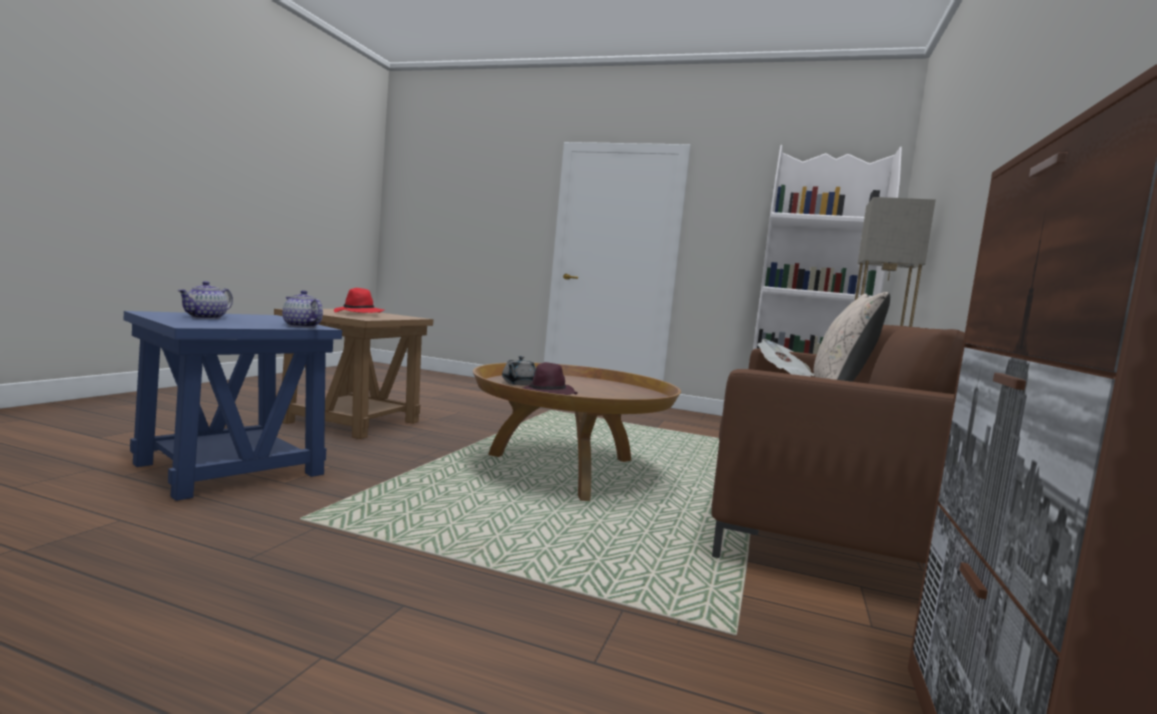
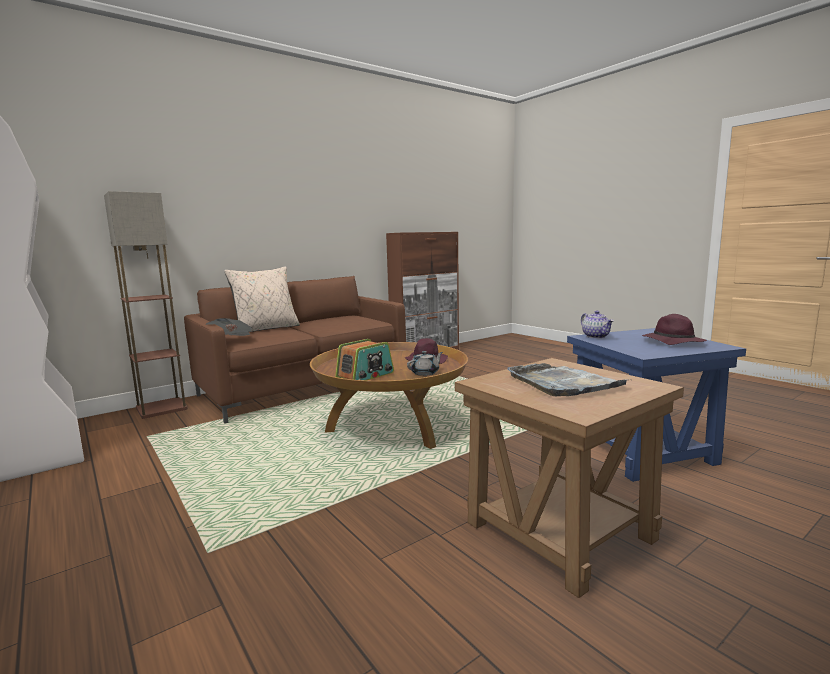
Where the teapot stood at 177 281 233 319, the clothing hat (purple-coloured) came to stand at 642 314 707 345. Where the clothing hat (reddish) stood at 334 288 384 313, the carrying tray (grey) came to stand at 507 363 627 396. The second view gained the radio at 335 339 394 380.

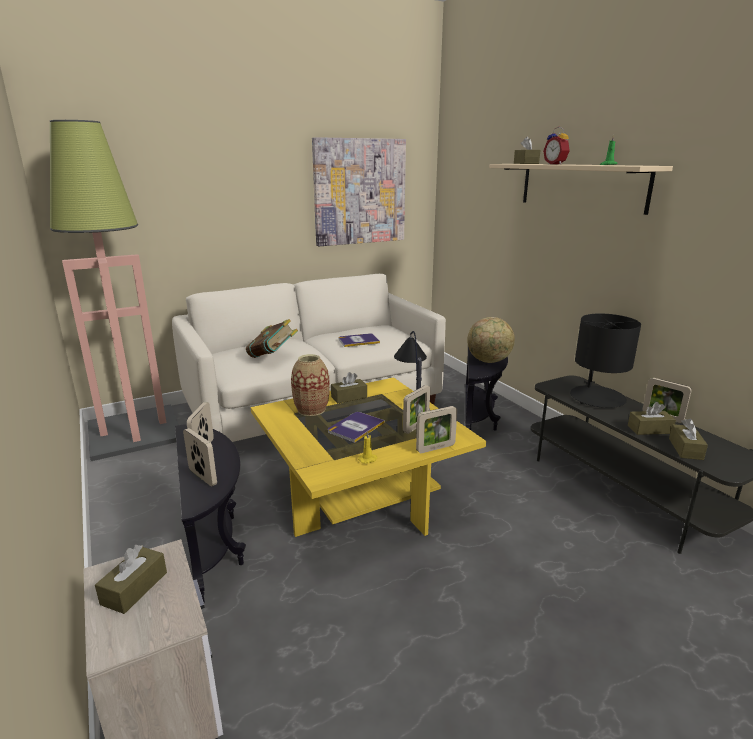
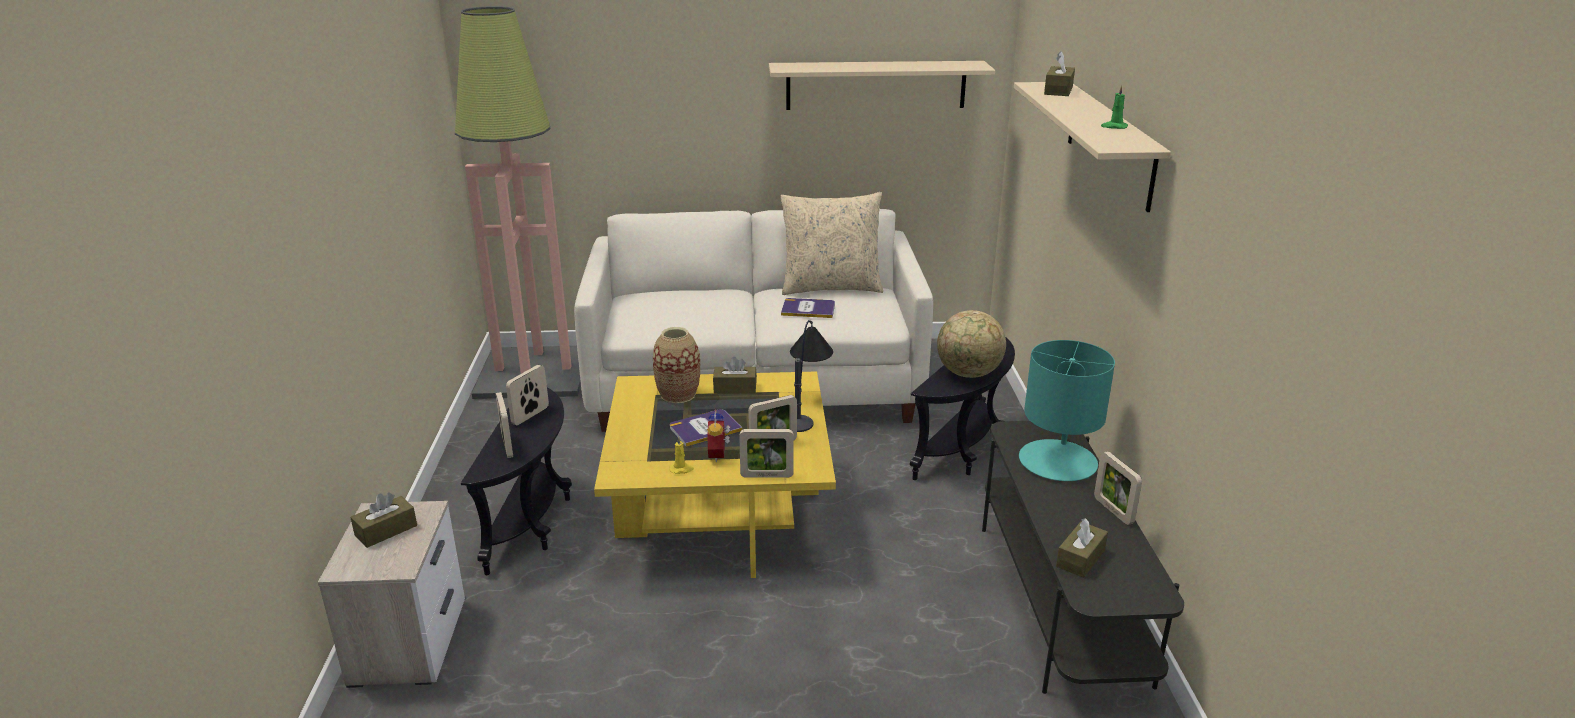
The second view lost the volume at 246 319 298 358. Where the wall picture hung at 312 137 406 246, the shelf (beige-coloured) came to hang at 769 61 995 110. The table clock ended up elsewhere, having gone from 543 127 570 164 to 707 409 730 462. What was the table lamp (black) at 570 313 641 408 turned into the table lamp (turquoise-coloured) at 1019 340 1115 481. The second view lost the tissue holder (brown-coloured) at 628 402 676 435. The second view gained the throw pillow (beige-coloured) at 780 192 883 295.

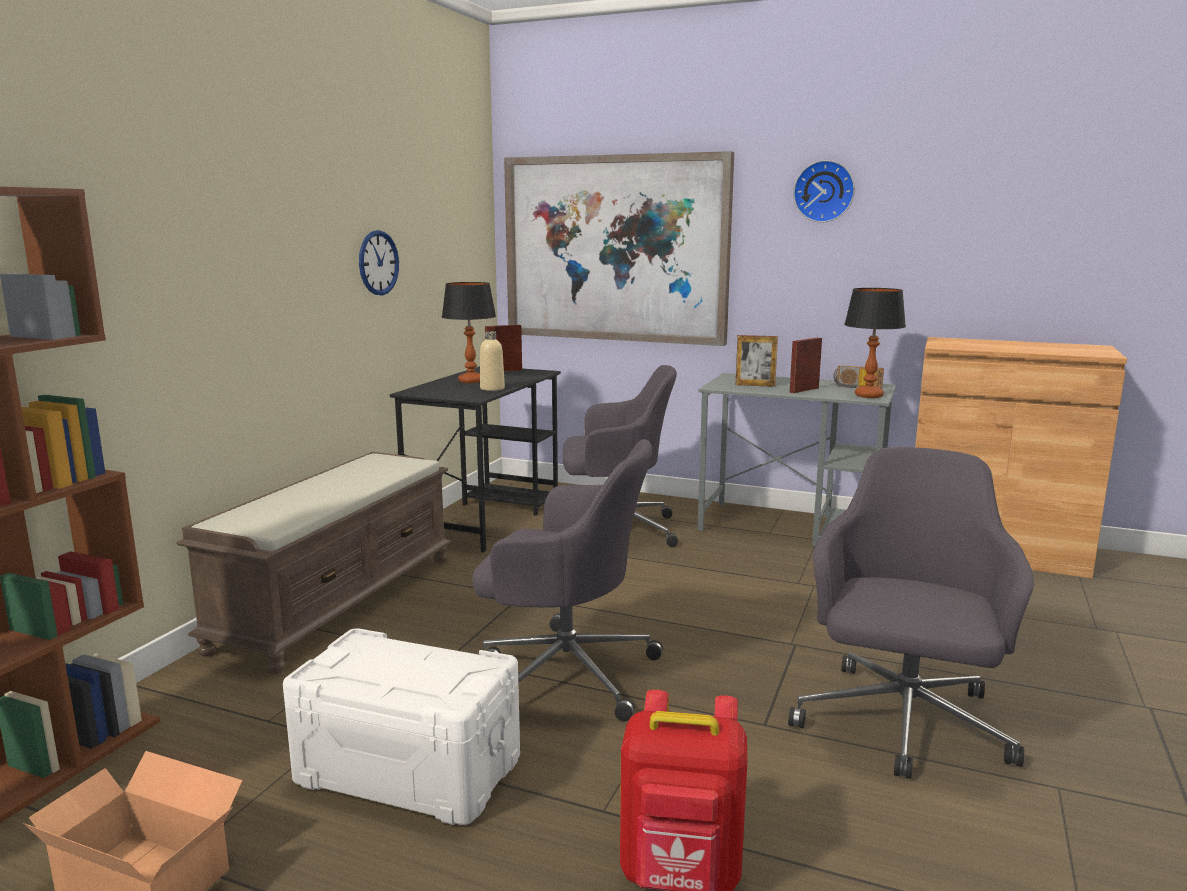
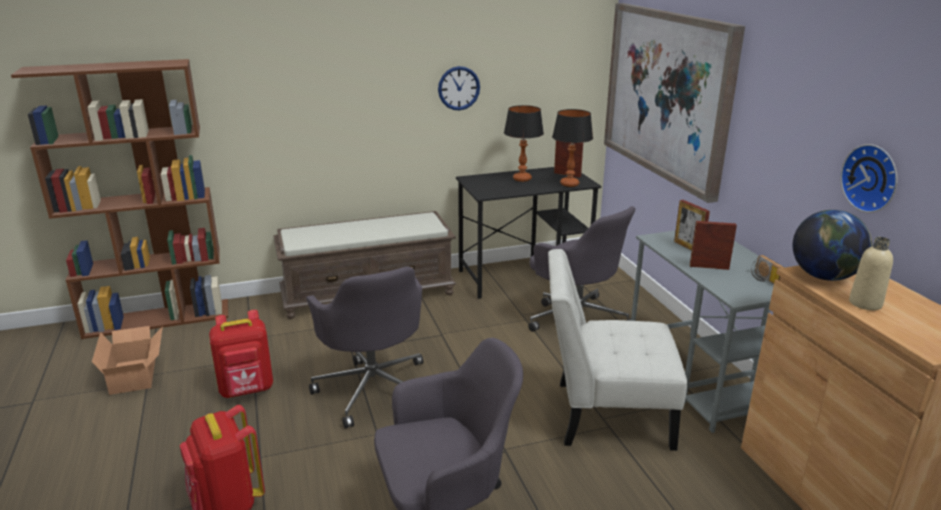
Where the storage bin (white-coloured) stood at 283 628 520 825, the backpack (reddish) came to stand at 209 310 273 398. The beverage bottle (beige-coloured) ended up elsewhere, having gone from 480 331 505 391 to 849 237 893 310. The clock on the wall ended up elsewhere, having gone from 793 160 855 223 to 840 144 897 213. The table lamp ended up elsewhere, having gone from 844 288 906 398 to 552 109 593 187. The second view gained the chair (white-coloured) at 548 249 687 451. The second view gained the world globe at 793 210 872 281.

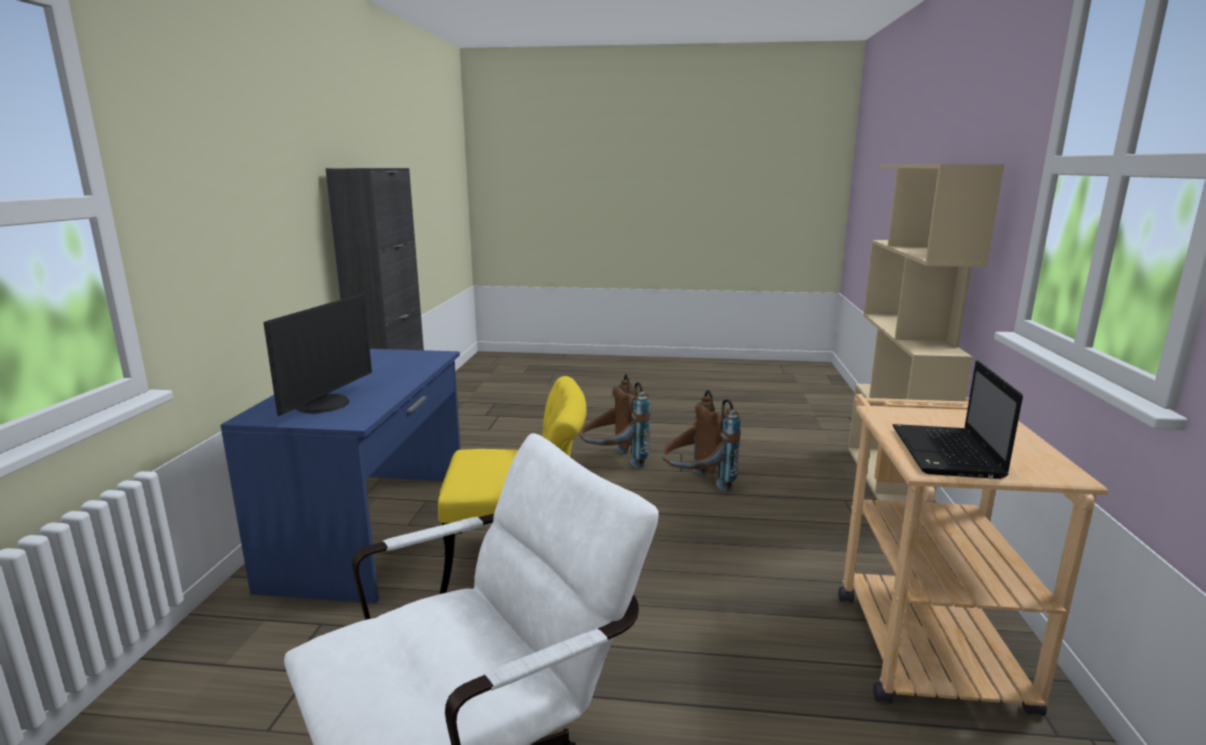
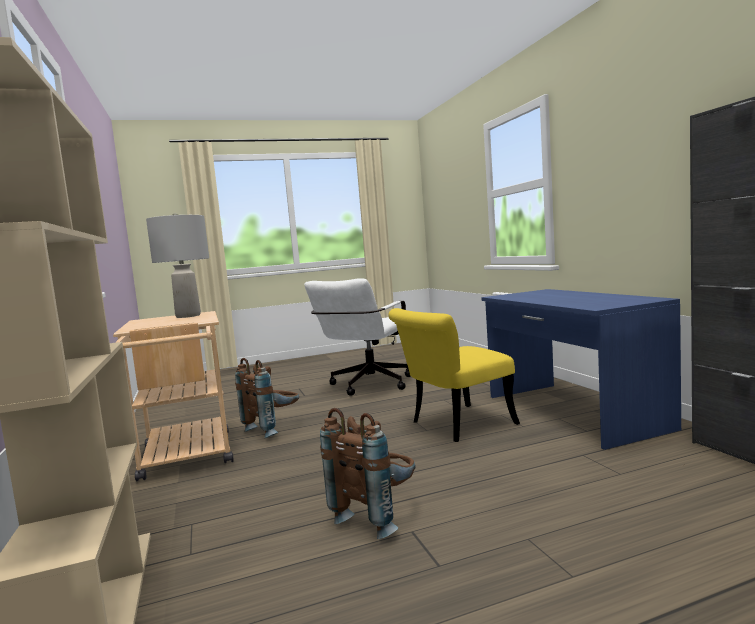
The second view lost the monitor at 263 294 372 416. The backpack (brown-coloured) ended up elsewhere, having gone from 579 374 651 469 to 235 358 299 439. Where the notebook computer stood at 893 360 1023 479, the table lamp (grey) came to stand at 146 213 209 318.

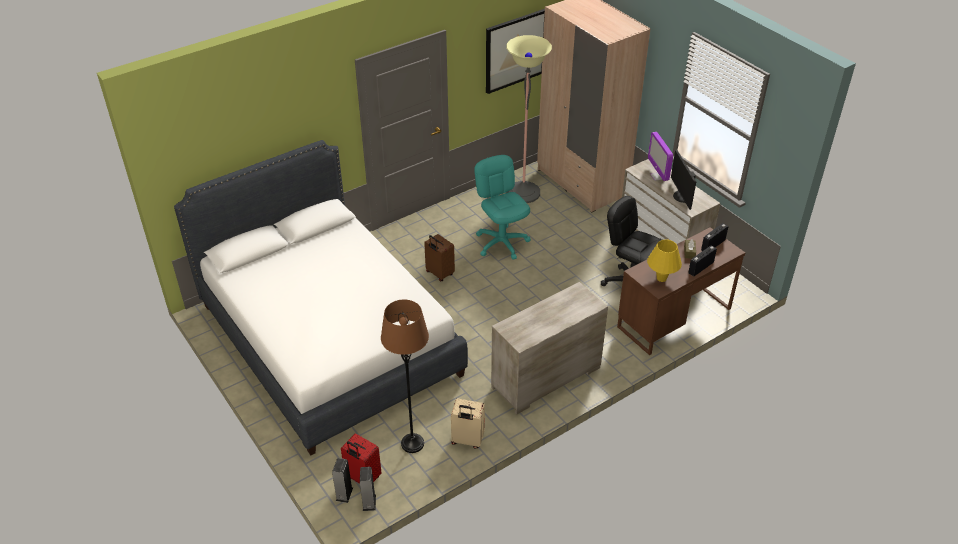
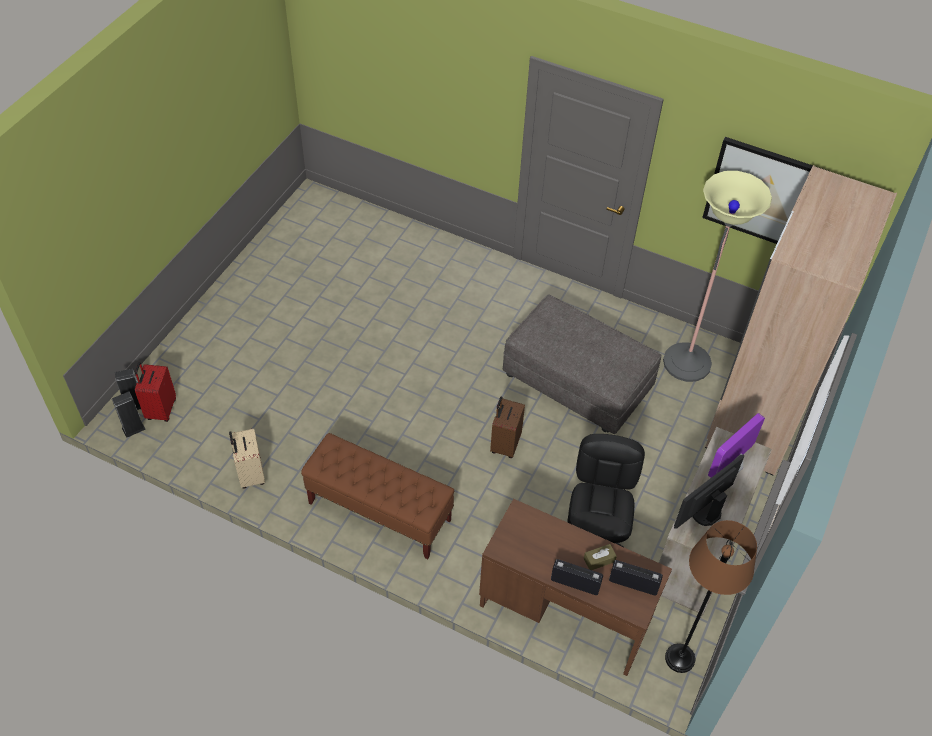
The second view lost the bedroom bed (white-coloured) at 174 140 468 455. The standard lamp (brown-coloured) ended up elsewhere, having gone from 381 299 429 453 to 665 520 757 673. The piece of luggage (brown-coloured) ended up elsewhere, having gone from 424 234 455 281 to 490 396 525 458. Where the office chair (turquoise-coloured) stood at 474 155 531 260, the ottoman (grey) came to stand at 503 294 661 434. Where the chest of drawers (beige-coloured) stood at 491 282 608 414, the indoor bench (brown-coloured) came to stand at 301 433 454 559. The second view lost the table lamp (yellow-coloured) at 647 239 682 282.

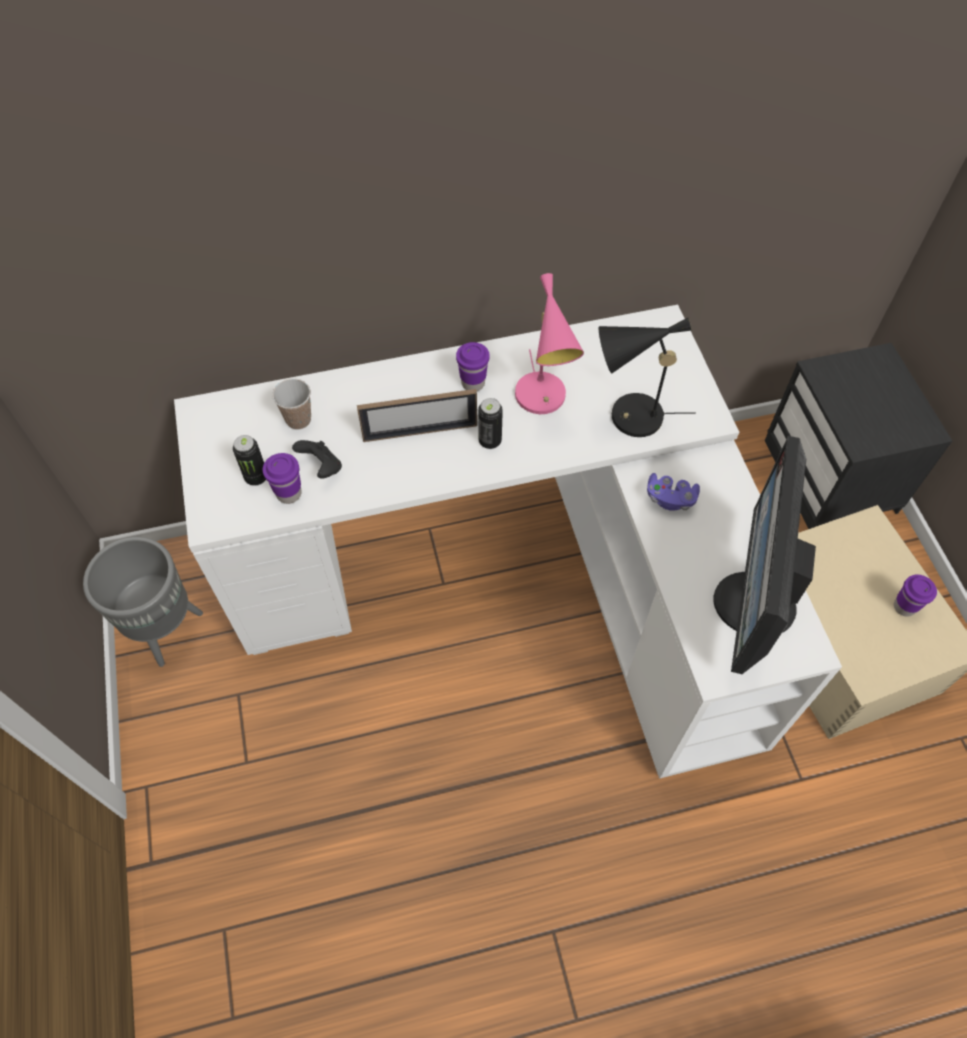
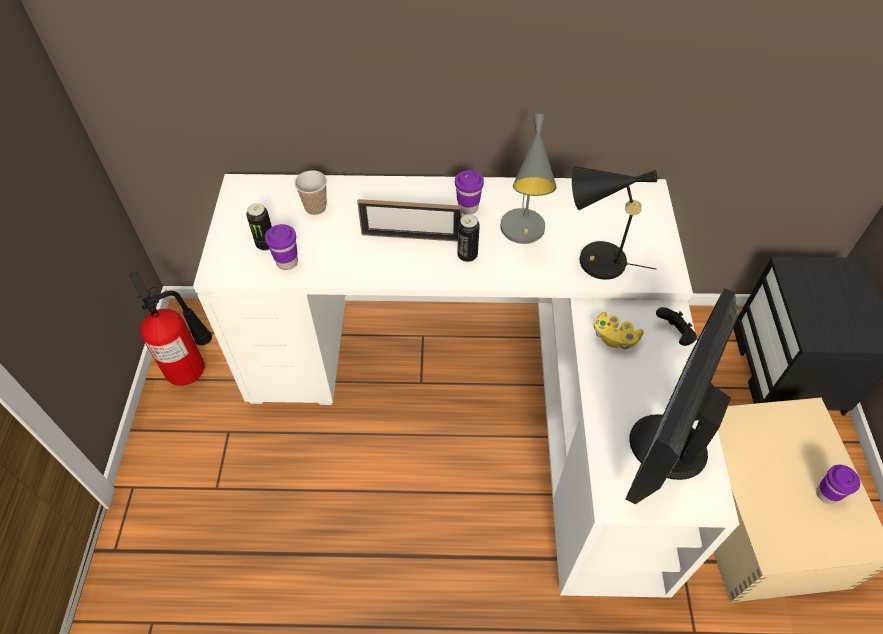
Where the plant pot (grey) stood at 83 537 203 667, the fire extinguisher came to stand at 130 272 212 386. The gamepad (black) ended up elsewhere, having gone from 292 440 342 478 to 656 307 697 346. What was the table lamp (pinkish) at 515 273 584 414 turned into the table lamp (grey) at 500 114 557 244. What was the gamepad (purple-coloured) at 647 473 700 511 turned into the gamepad (yellow-coloured) at 594 312 644 349.

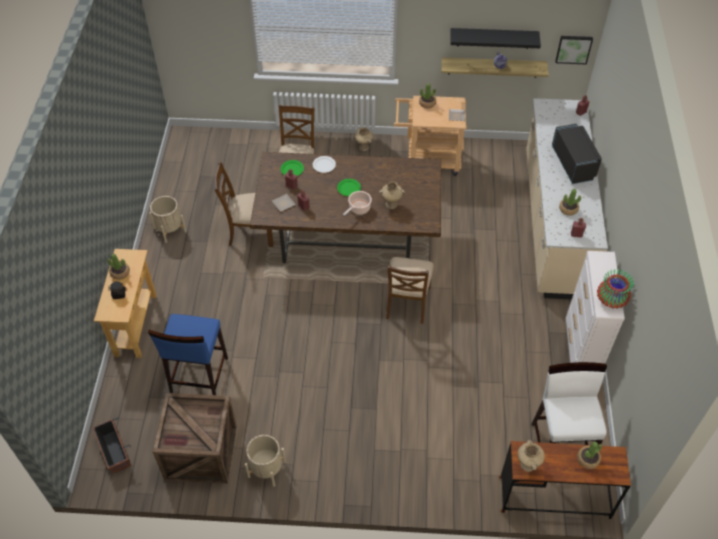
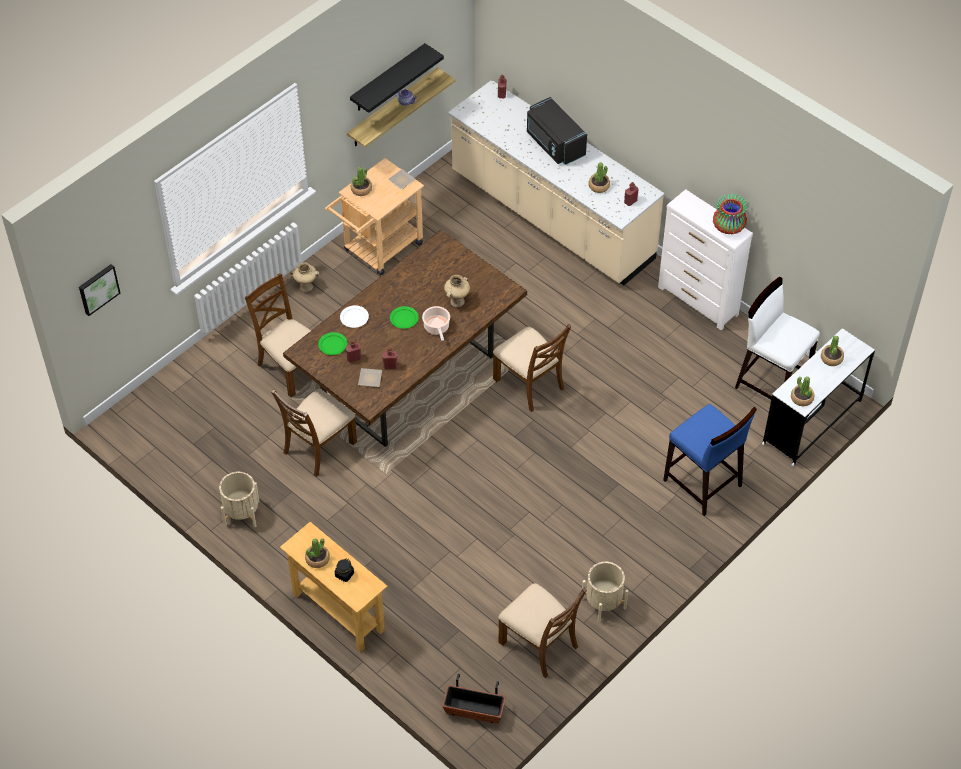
The stool (bluish) ended up elsewhere, having gone from 148 314 228 395 to 663 404 757 516. Where the crate stood at 153 393 237 484, the chair (brown-coloured) came to stand at 498 583 587 678. What was the desk table (brown-coloured) at 499 441 631 519 turned into the desk table (white-coloured) at 762 328 875 467. Where the decorative vase (beige-coloured) stood at 518 440 545 472, the plant in a pot came to stand at 791 376 814 406. The microwave oven (black) at 552 124 602 184 ended up facing another way, 150 degrees counterclockwise from before. The wall picture ended up elsewhere, having gone from 555 36 593 64 to 79 264 120 316.

